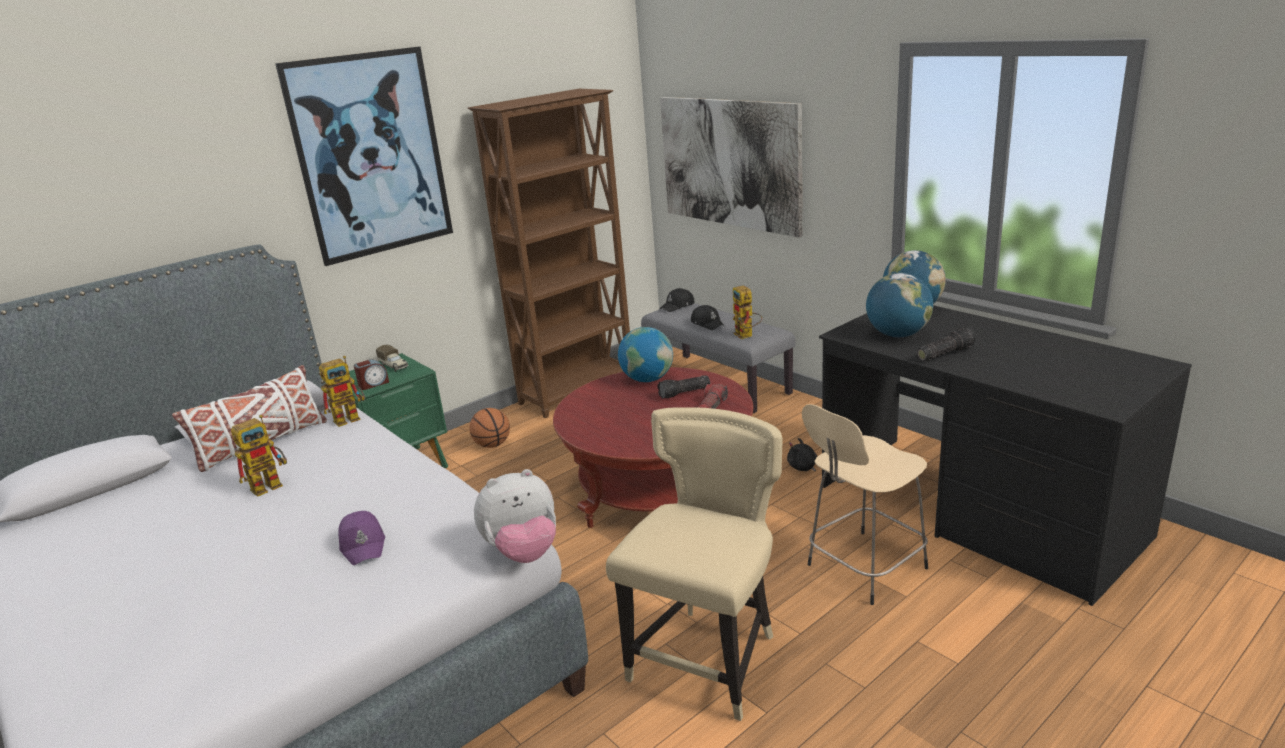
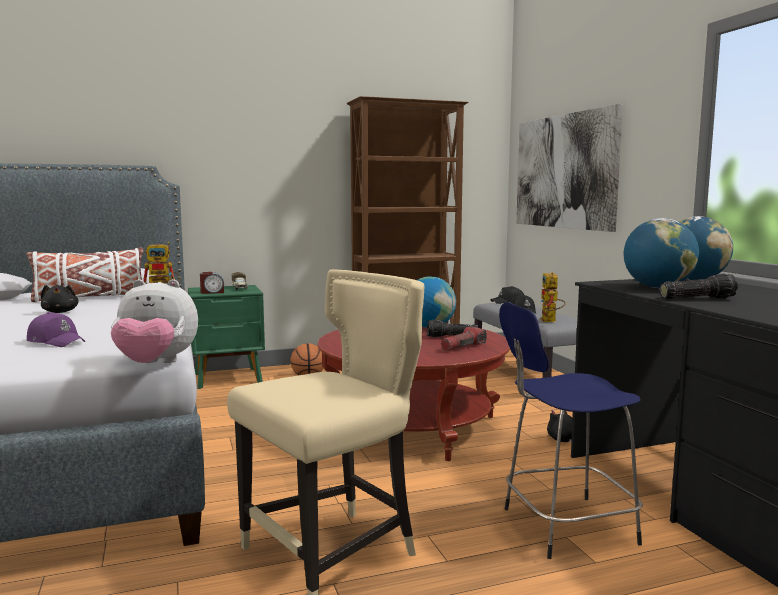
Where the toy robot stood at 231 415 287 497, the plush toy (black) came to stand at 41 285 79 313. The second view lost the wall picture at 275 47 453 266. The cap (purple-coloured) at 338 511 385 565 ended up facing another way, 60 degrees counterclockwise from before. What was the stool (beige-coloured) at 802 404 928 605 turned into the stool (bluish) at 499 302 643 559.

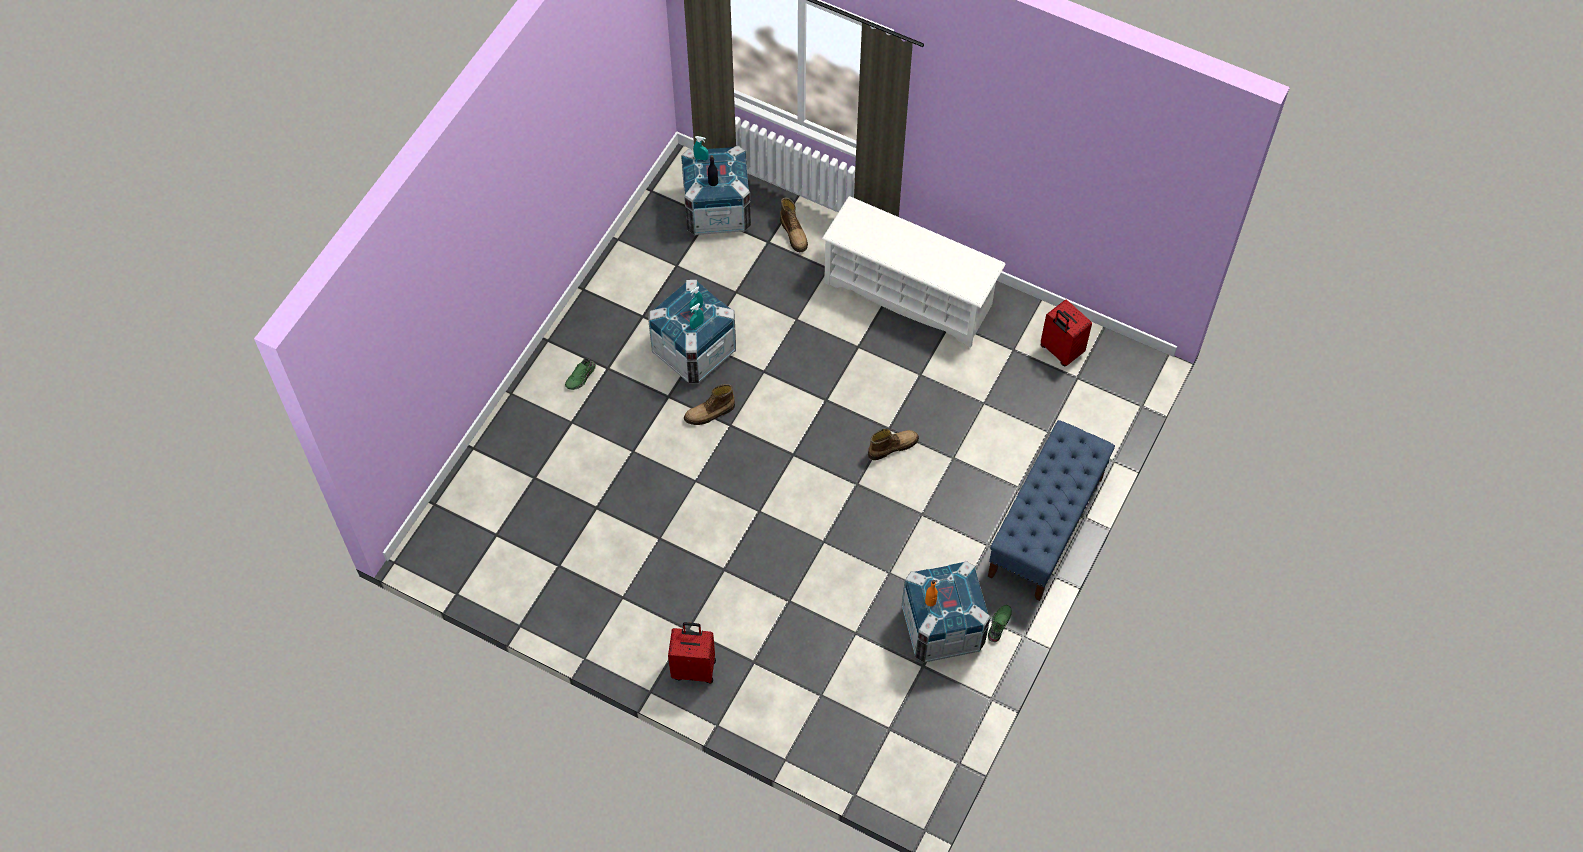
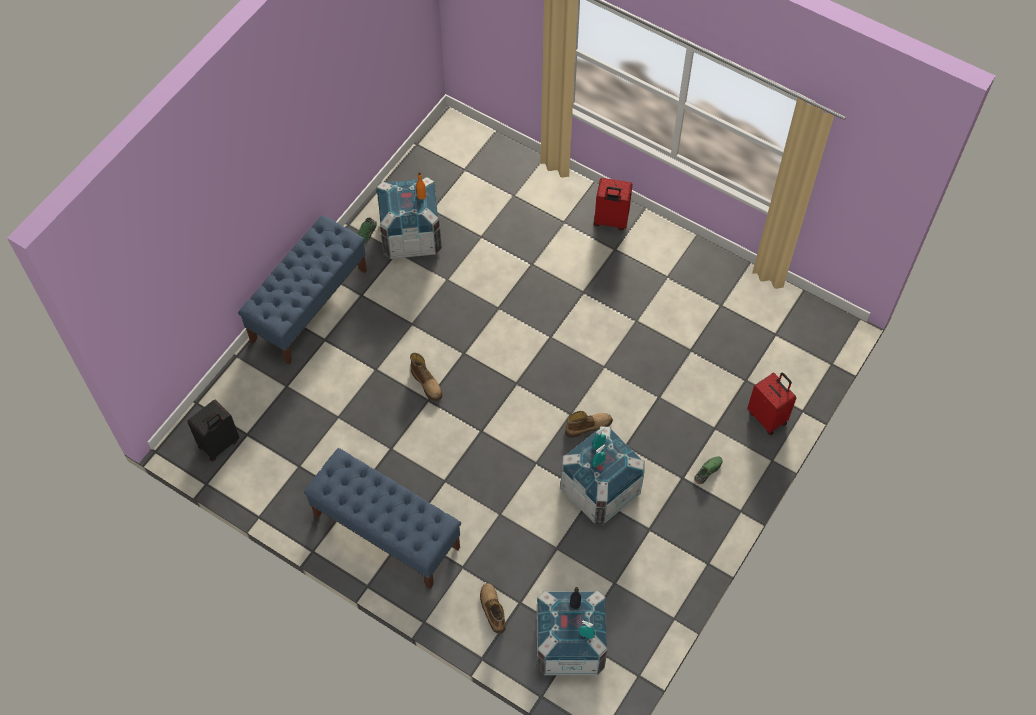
Where the shoe stand (white-coloured) stood at 822 196 1006 348, the indoor bench (bluish) came to stand at 304 448 461 589. The tall boot at 868 429 919 460 ended up facing another way, 105 degrees counterclockwise from before. The piece of luggage (reddish) ended up elsewhere, having gone from 1040 299 1092 366 to 748 372 796 435. The second view gained the piece of luggage (black) at 187 400 239 462.

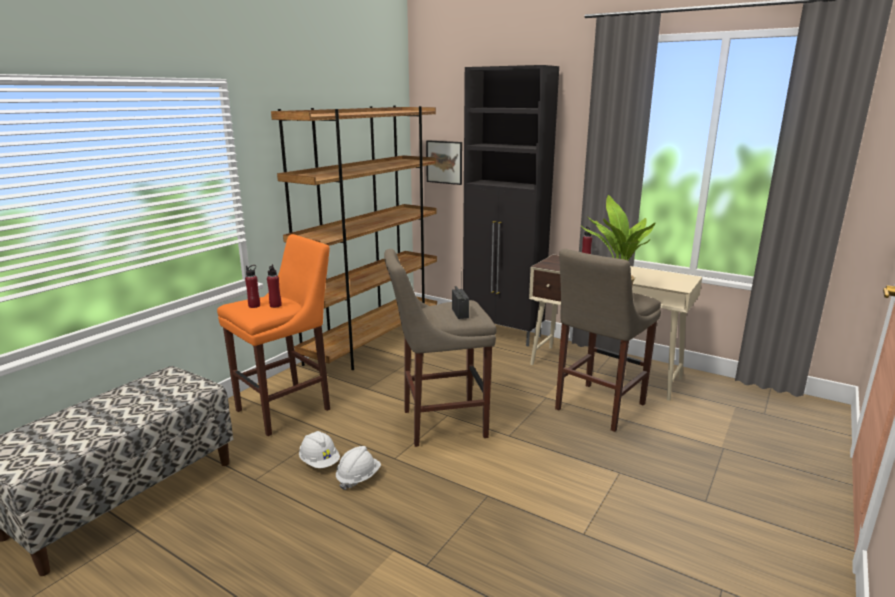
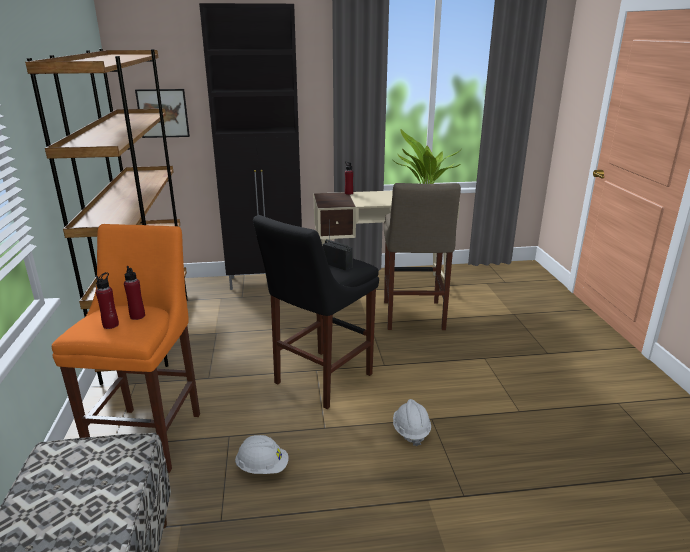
The work helmet (white-coloured) ended up elsewhere, having gone from 336 446 381 490 to 393 399 431 446. What was the stool (beige-coloured) at 384 249 496 447 turned into the stool (black) at 253 215 379 409.

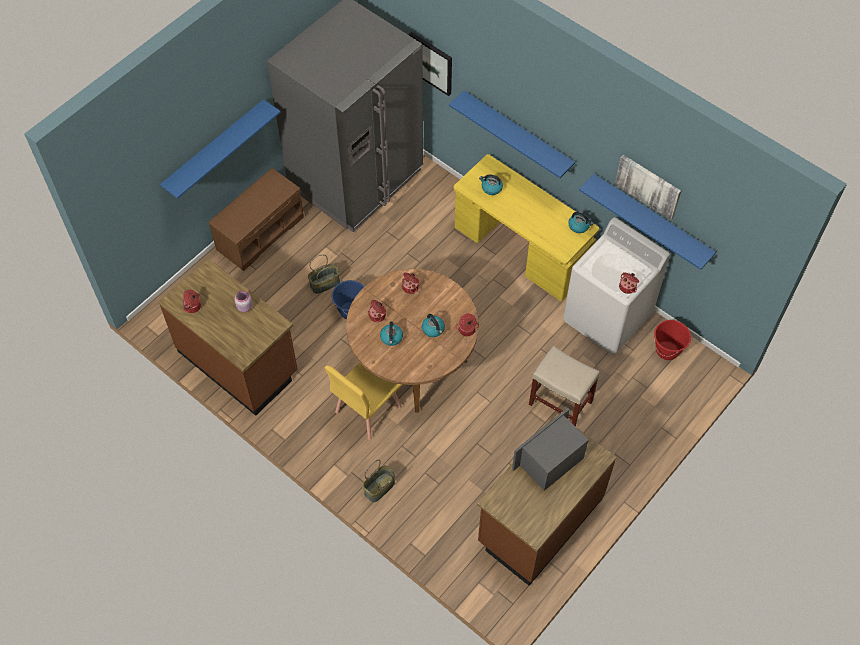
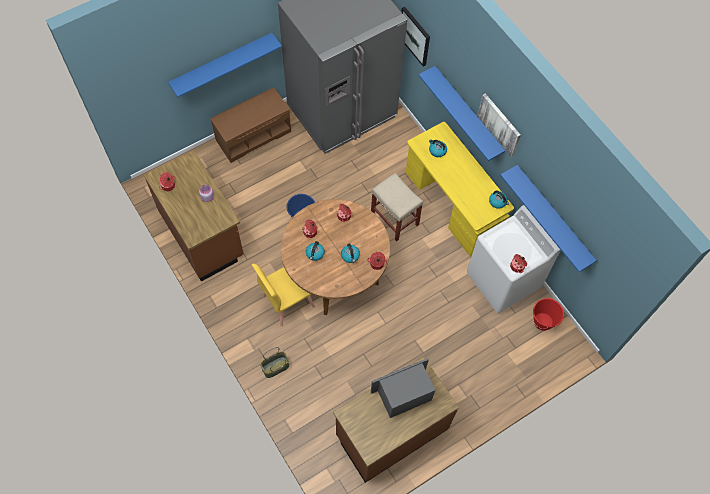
The second view lost the basket at 308 255 340 294. The stool (beige-coloured) ended up elsewhere, having gone from 529 346 600 427 to 371 173 423 242. The wall picture ended up elsewhere, having gone from 615 155 681 220 to 477 93 521 157.

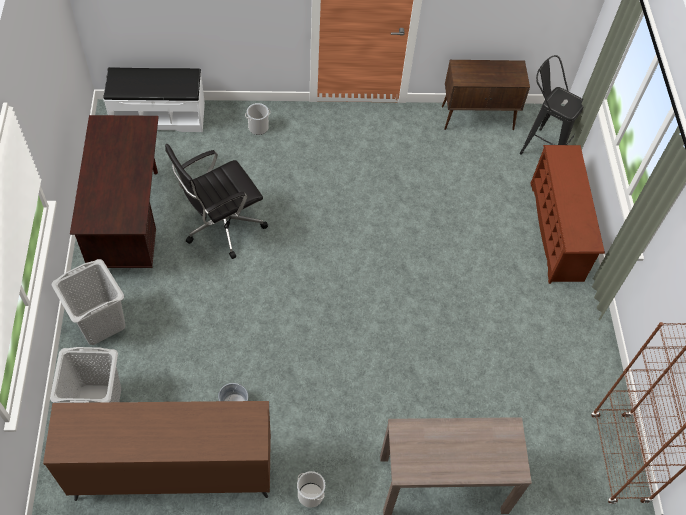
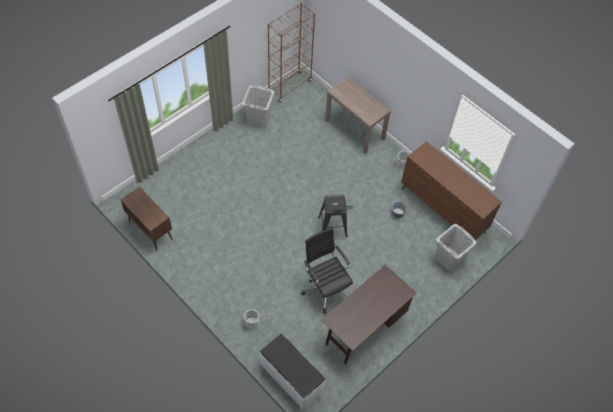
The washing basket (grey) ended up elsewhere, having gone from 52 259 126 345 to 242 85 274 127. The office chair (black) at 165 144 268 259 ended up facing another way, 135 degrees counterclockwise from before. The stool (black) ended up elsewhere, having gone from 520 55 583 155 to 318 195 353 237. The second view lost the shoe stand (brown-coloured) at 530 145 605 284.

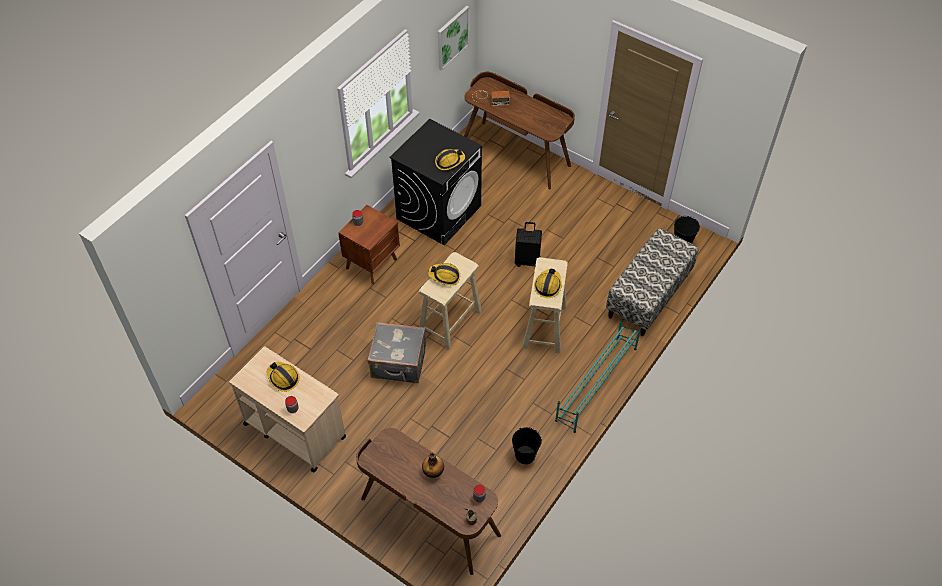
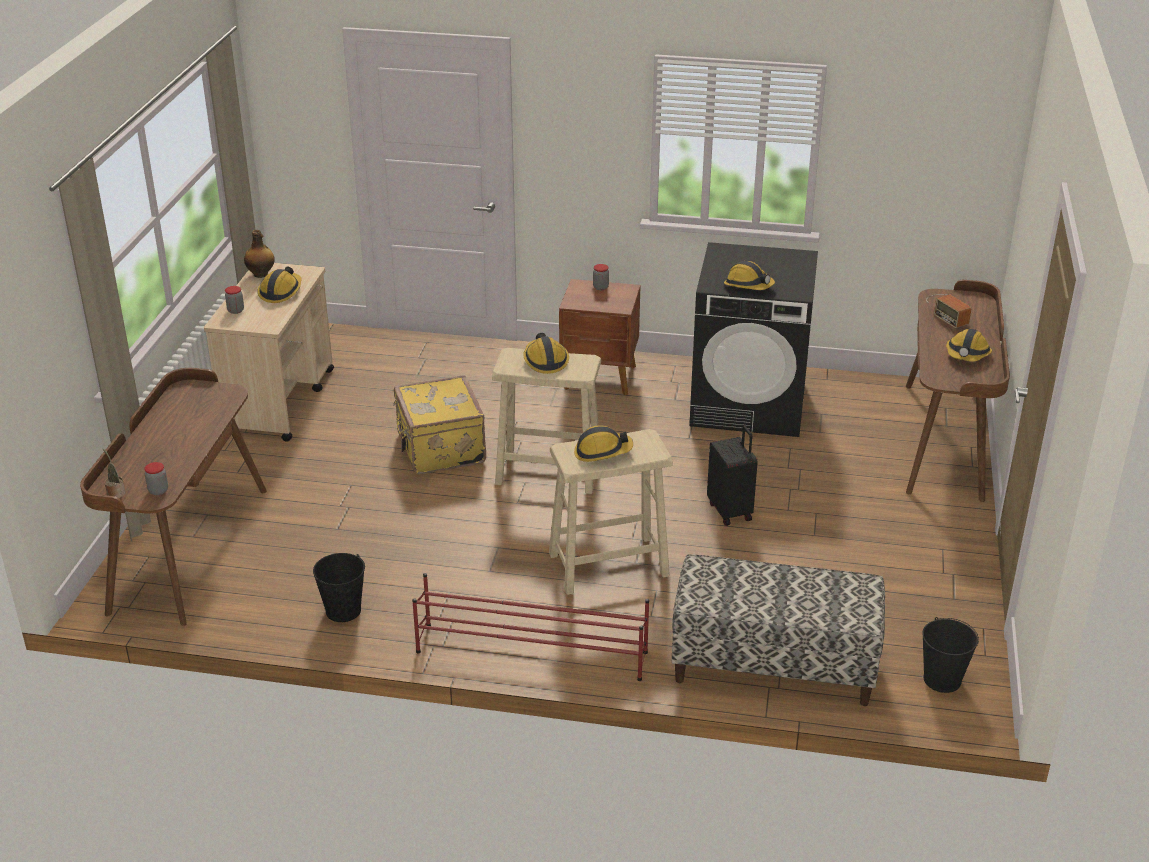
What was the piece of luggage (grey) at 368 322 426 383 turned into the piece of luggage (yellow-coloured) at 393 375 486 474. The beverage bottle ended up elsewhere, having gone from 422 453 444 478 to 244 230 275 278. The second view lost the wall picture at 438 6 469 71. What was the shoe stand (turquoise-coloured) at 555 319 641 433 turned into the shoe stand (reddish) at 412 573 649 681. The second view gained the work helmet at 946 329 992 362.

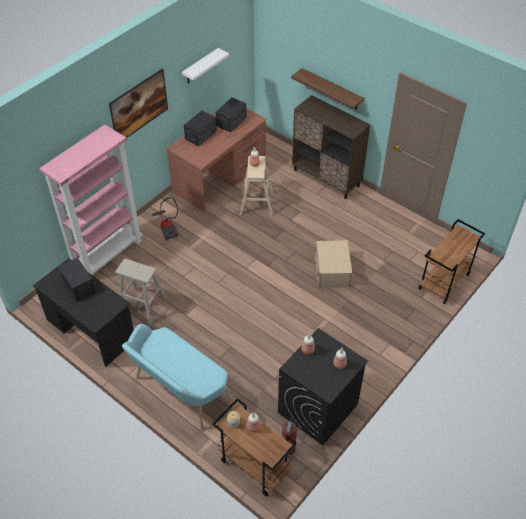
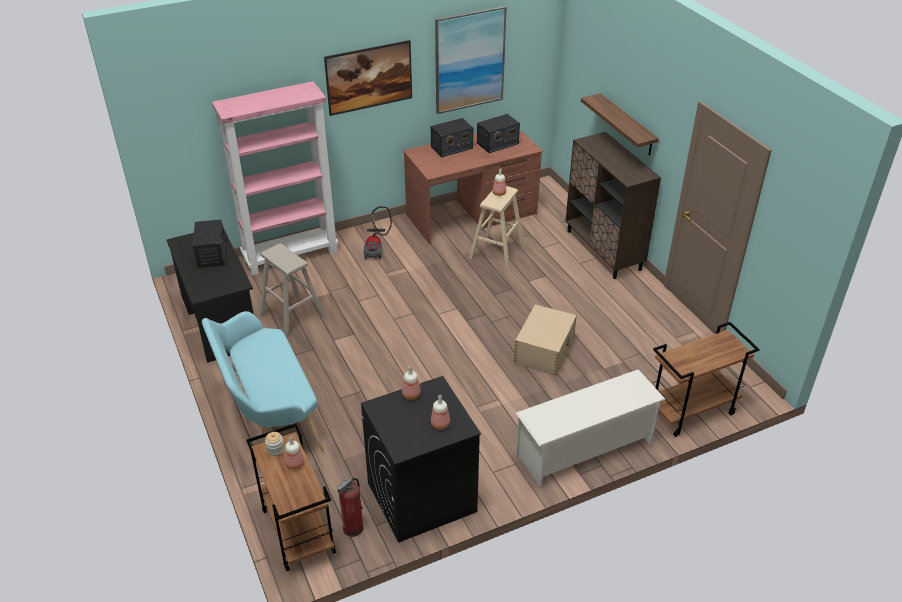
Where the shelf (white-coloured) hung at 182 48 229 84, the wall picture came to hang at 435 6 507 114. The second view gained the shoe stand (white-coloured) at 516 369 666 487.

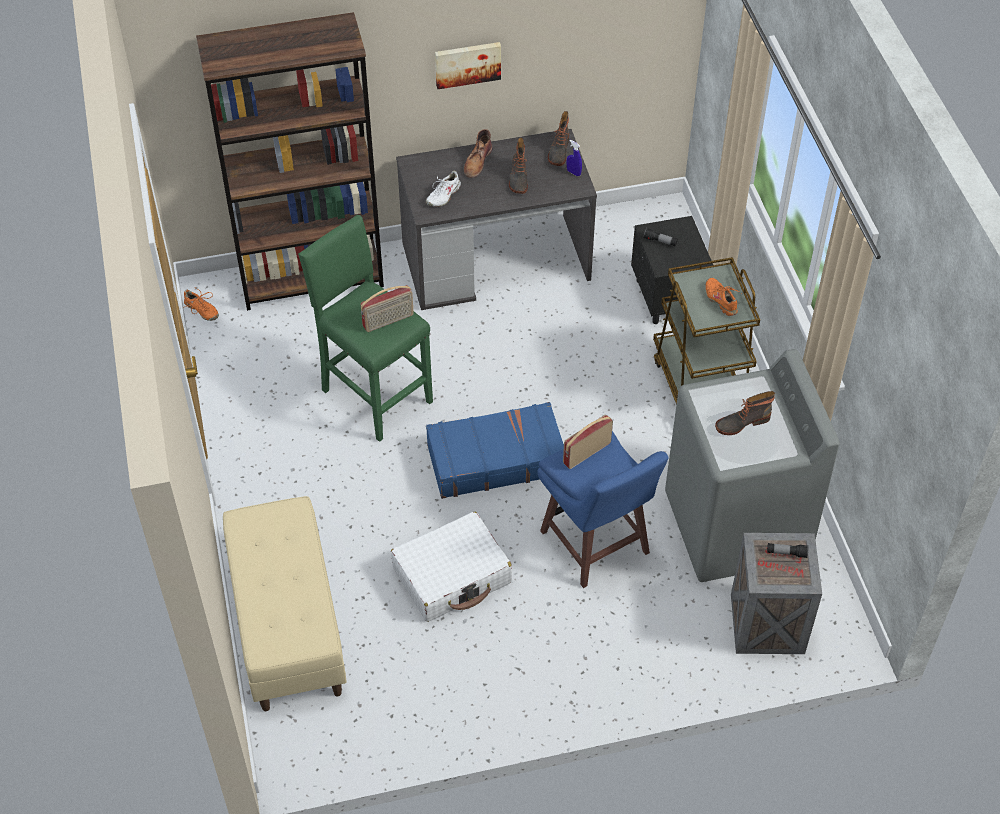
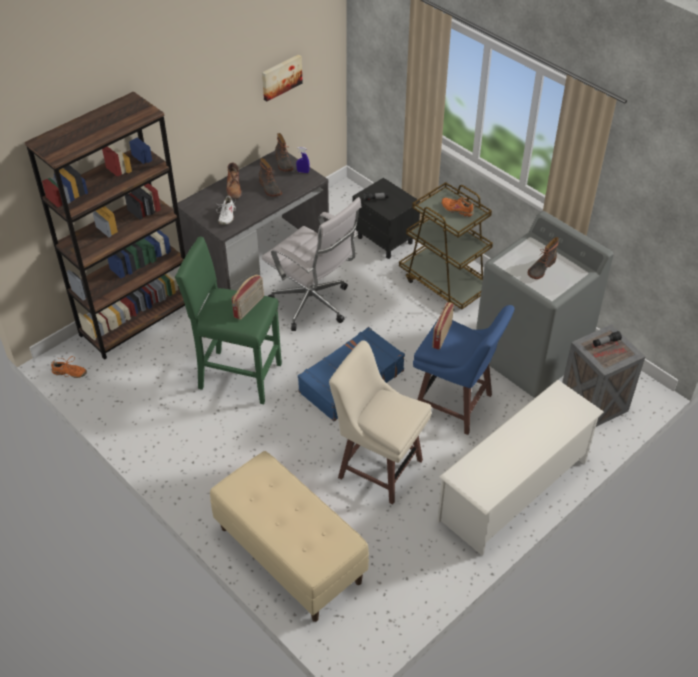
Where the piece of luggage (white-coloured) stood at 391 512 512 622, the stool (beige-coloured) came to stand at 329 340 432 505. The wall picture ended up elsewhere, having gone from 435 42 501 89 to 262 54 303 101. The second view gained the office chair (white-coloured) at 262 197 361 331. The second view gained the shoe stand (white-coloured) at 437 380 604 555.

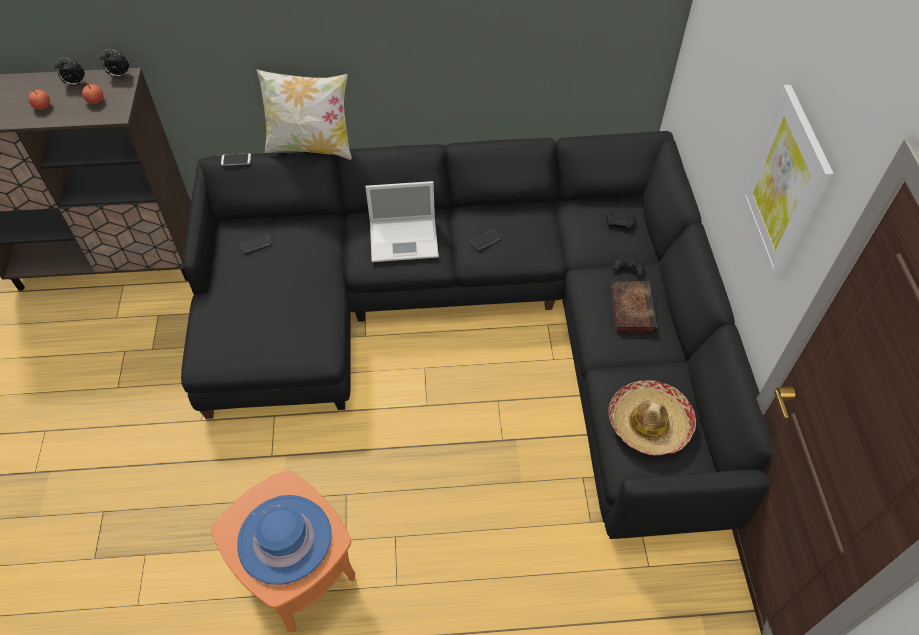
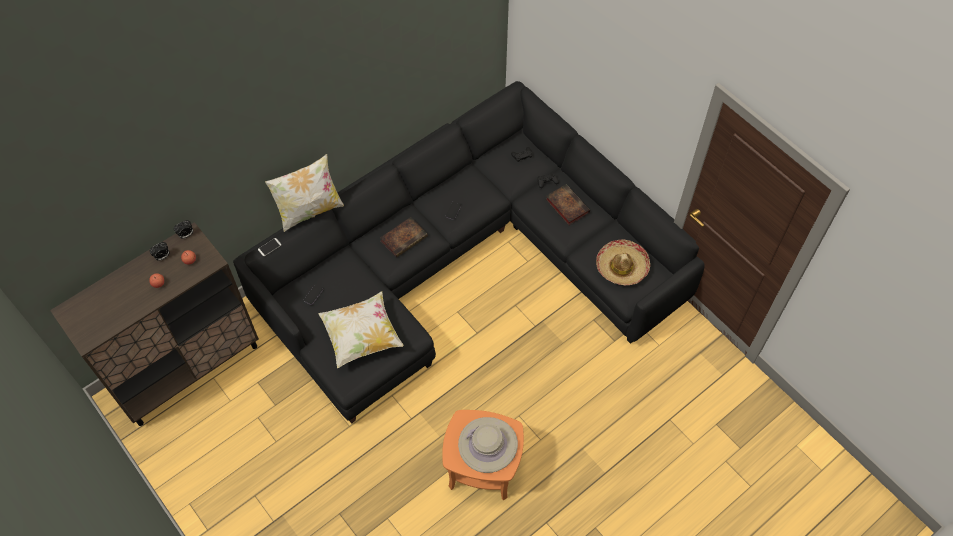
What was the clothing hat (bluish) at 237 495 331 585 turned into the clothing hat (beige-coloured) at 458 417 518 473. Where the notebook computer stood at 365 181 439 262, the volume came to stand at 380 217 428 258. The second view lost the wall picture at 741 85 834 280. The second view gained the throw pillow at 318 291 404 369.

